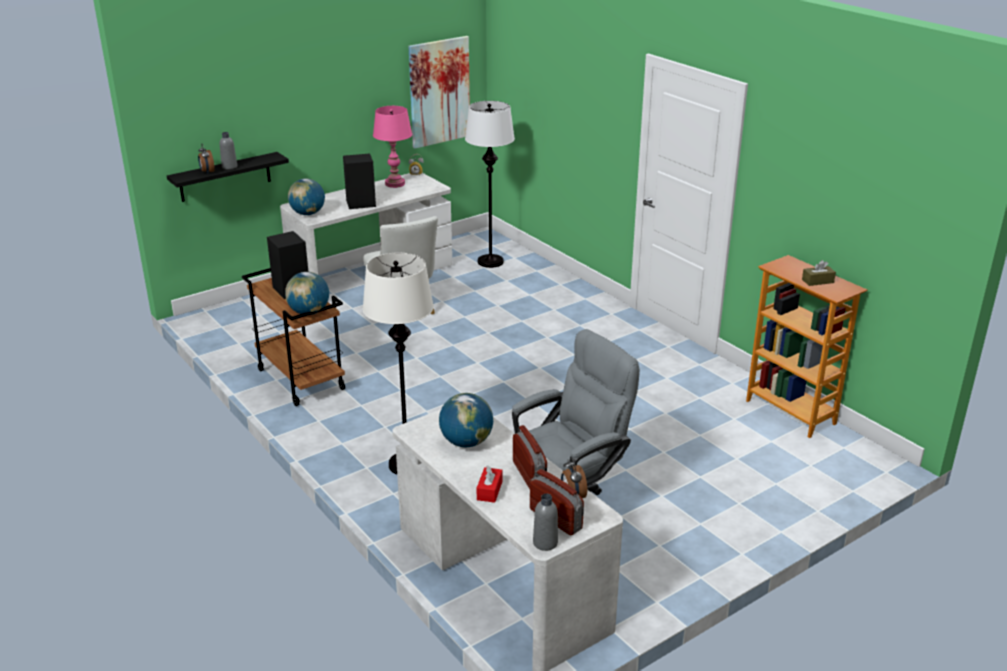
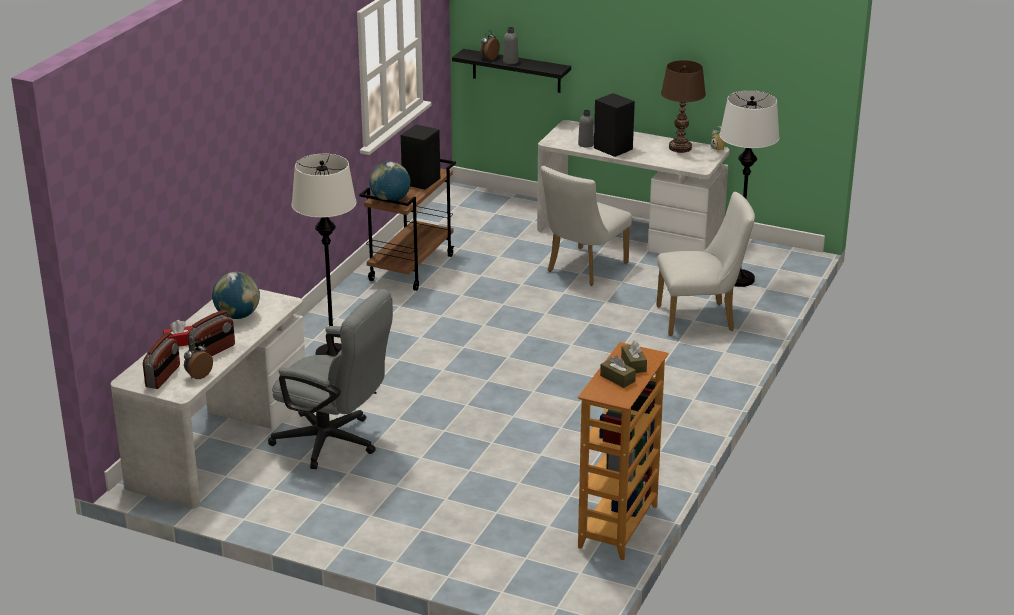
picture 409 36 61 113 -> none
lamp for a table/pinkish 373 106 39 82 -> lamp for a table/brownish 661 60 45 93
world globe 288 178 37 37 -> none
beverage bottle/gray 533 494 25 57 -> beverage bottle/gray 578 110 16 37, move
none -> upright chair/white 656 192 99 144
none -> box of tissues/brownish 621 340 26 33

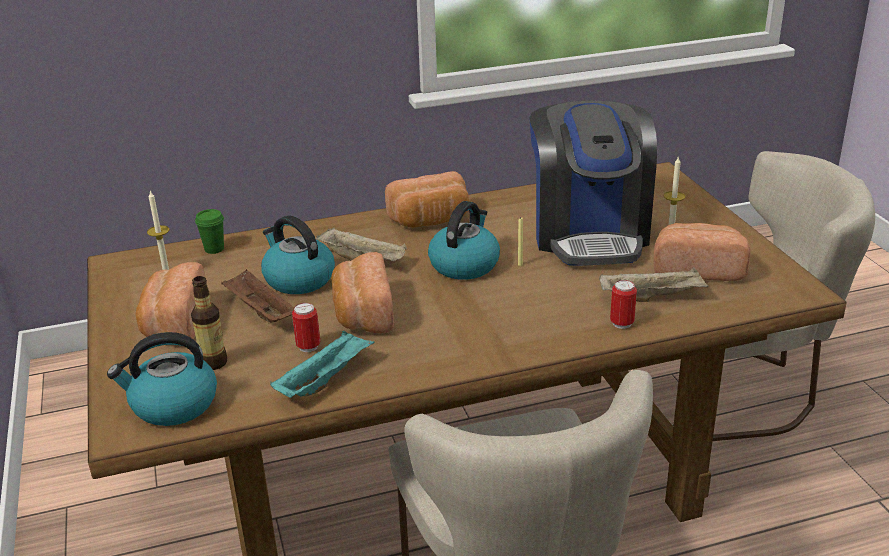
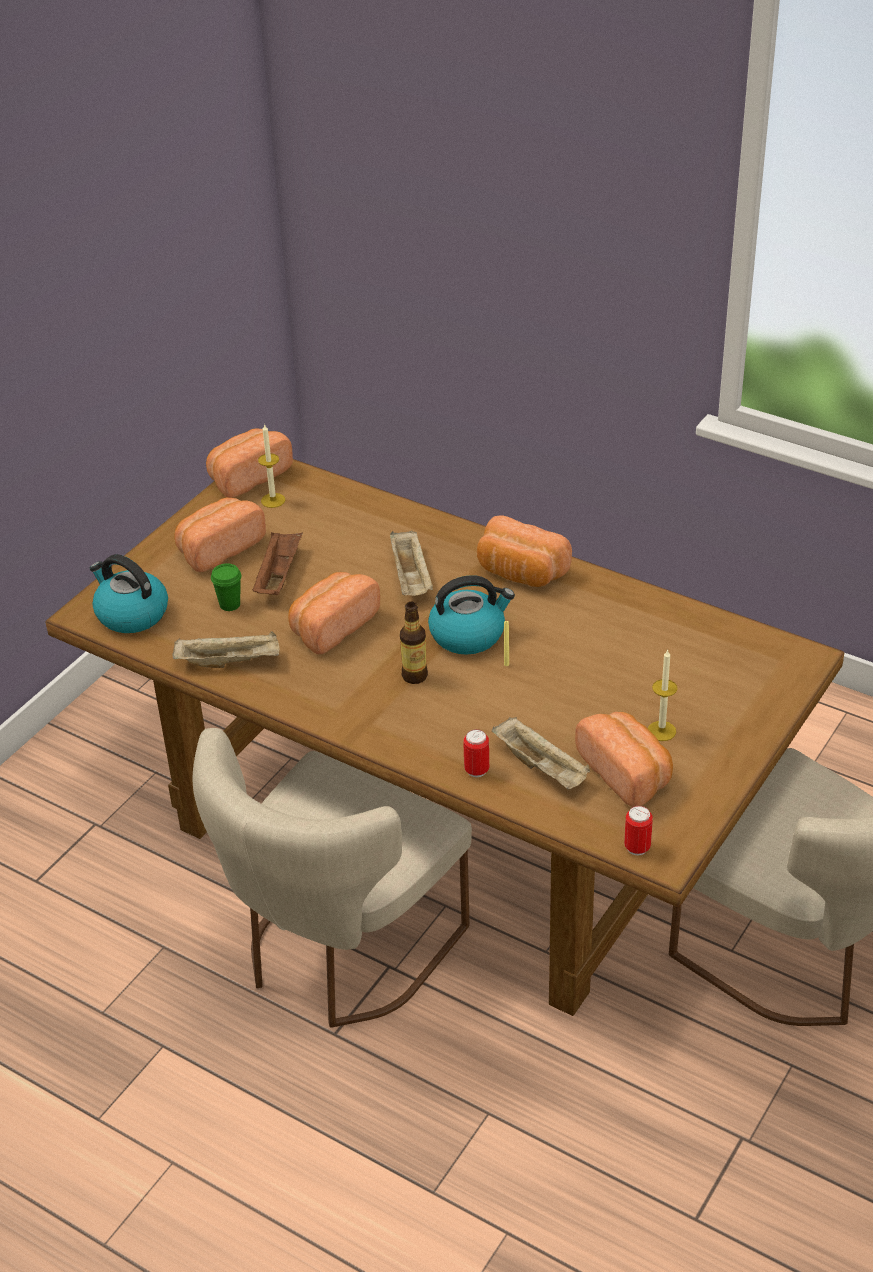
coffee brewer 529 101 128 165 -> none
drinking cup/green 195 209 29 45 -> drinking cup/green 211 563 30 48, move
water kettle 261 215 74 79 -> none
beverage bottle 191 276 36 94 -> beverage bottle 400 602 28 82, move
can 292 303 28 49 -> can 624 806 29 49, move
serving tray/turquoise 270 331 104 67 -> serving tray/sand-coloured 172 631 108 37
none -> bread 206 428 87 70

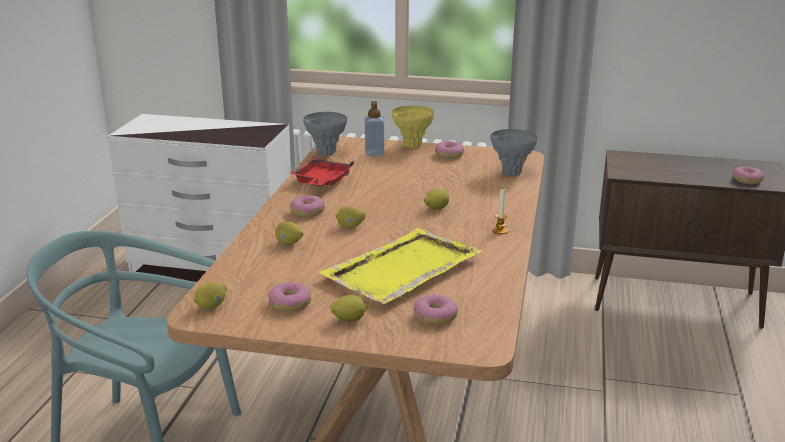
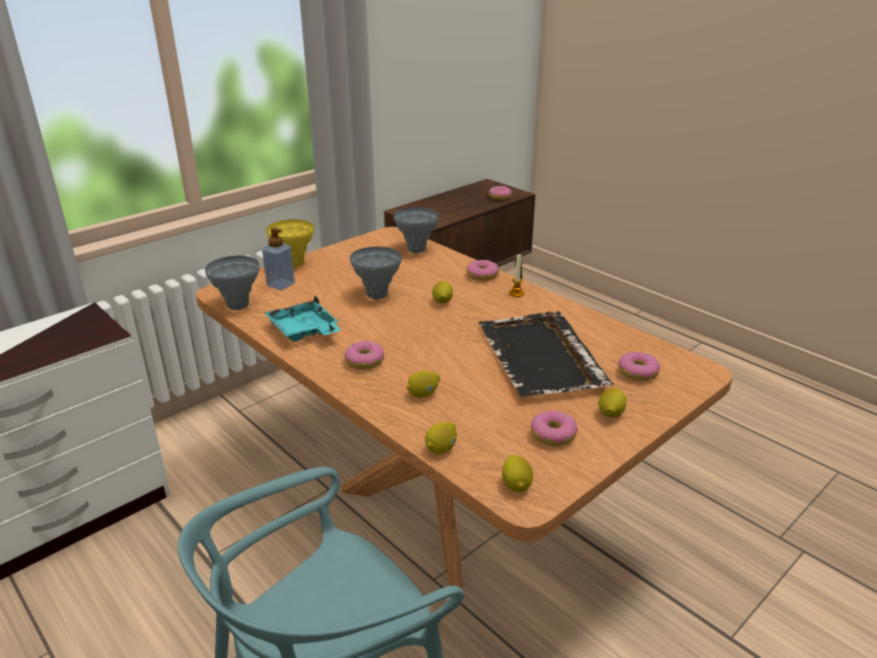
donut 435 141 29 18 -> donut 466 260 33 21, move
serving tray/red 290 158 64 29 -> serving tray/turquoise 265 296 76 46
whole lemon 336 206 30 22 -> whole lemon 425 422 32 32, move
serving tray/yellow-coloured 318 228 164 76 -> serving tray/blackish 479 311 134 86
none -> flower vase/gray 350 246 52 53

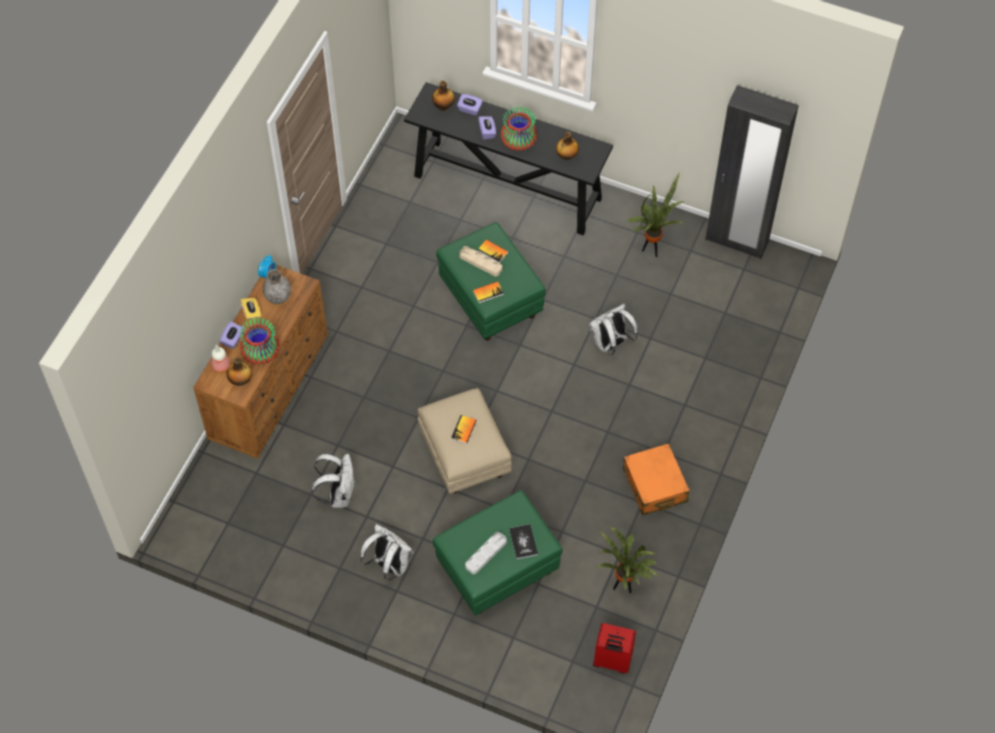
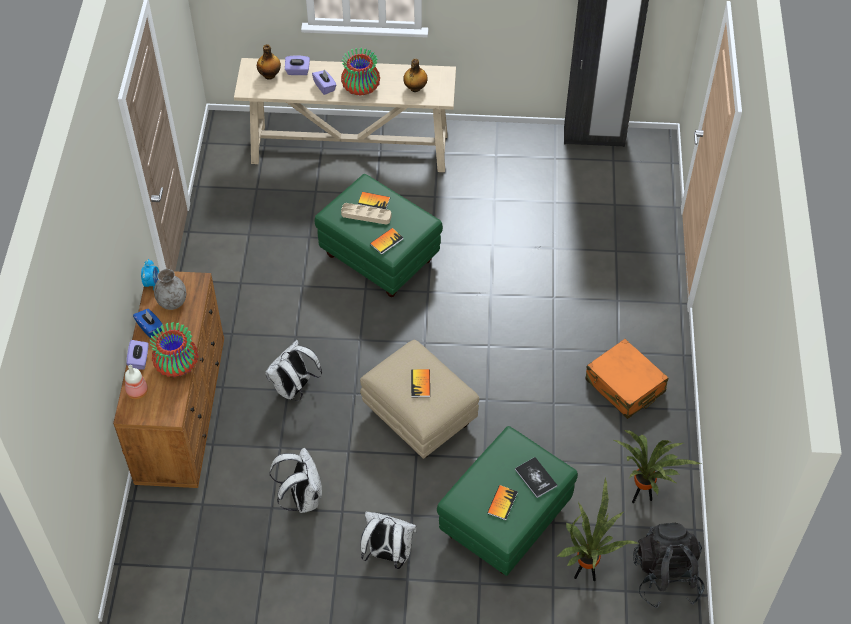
hall table/blackish 404 82 209 154 -> hall table/sand-coloured 234 58 222 114
plant in a pot 627 174 58 83 -> plant in a pot 557 478 82 103, move
box of tissues/yellow-coloured 240 297 21 26 -> box of tissues/blue-coloured 133 309 30 29
rucksack/white 589 304 48 52 -> rucksack/white 265 340 57 61, move
beverage bottle 227 357 25 29 -> none
serving tray/gray 465 532 42 42 -> volume 487 485 31 35
suitcase/red 593 623 43 50 -> rucksack/blackish 633 523 72 85

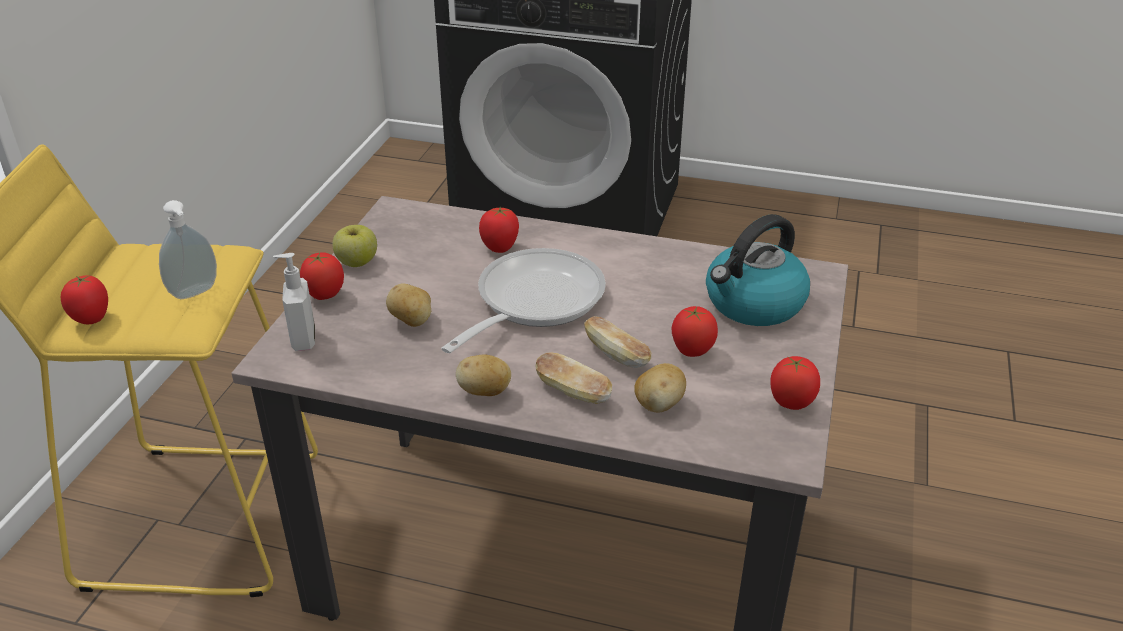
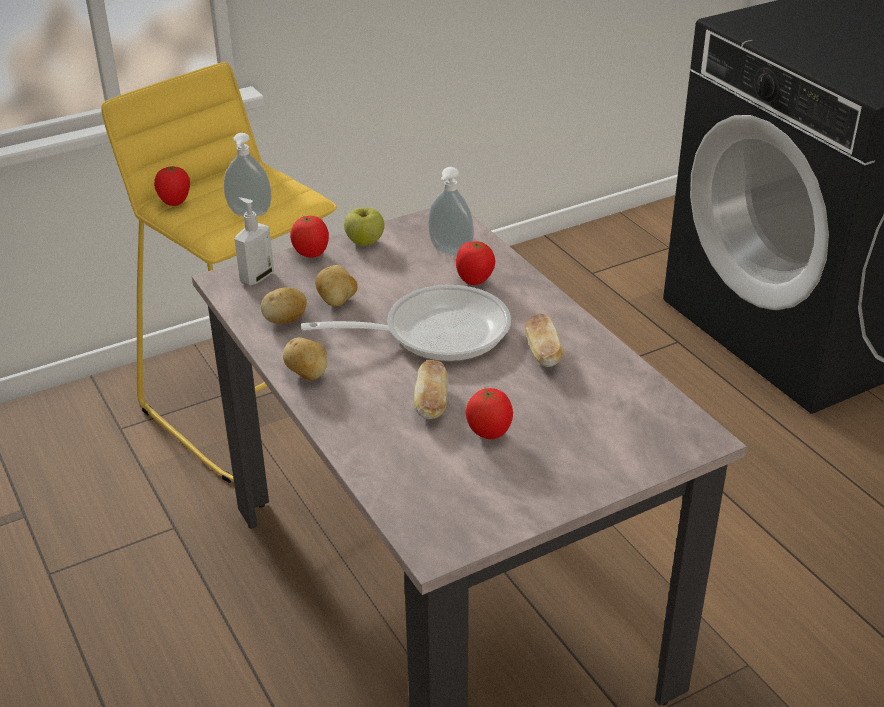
water kettle 706 214 104 112 -> none
bread 536 353 76 51 -> bread 525 314 38 53, move
fresh tomato 771 356 49 54 -> none
potato 634 363 52 50 -> potato 261 287 46 37, move
none -> soap dispenser 428 167 46 89

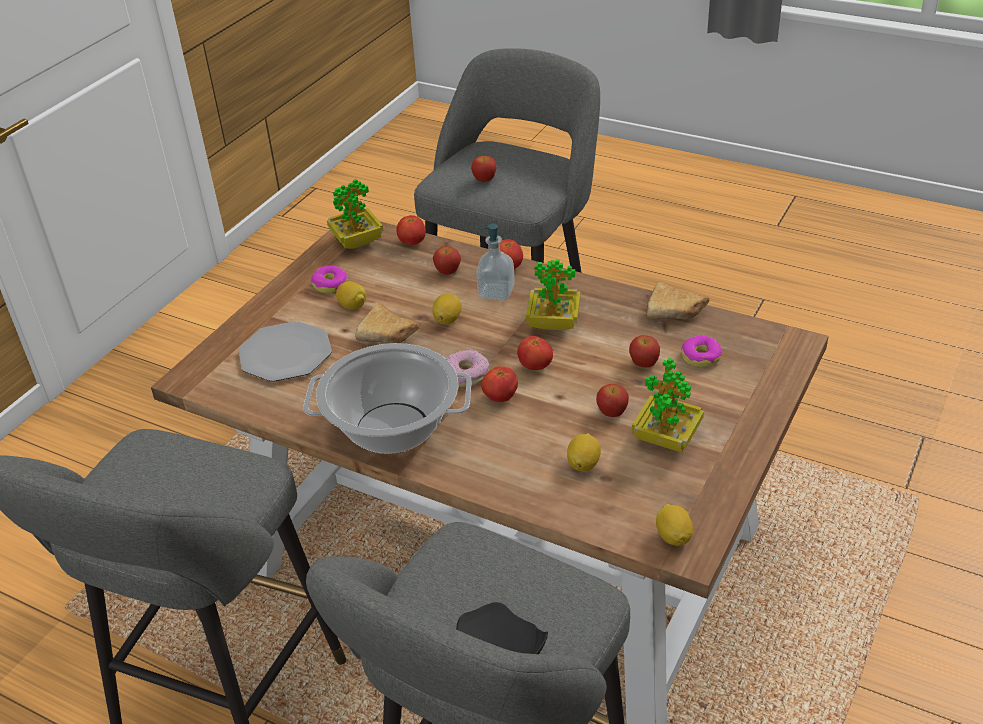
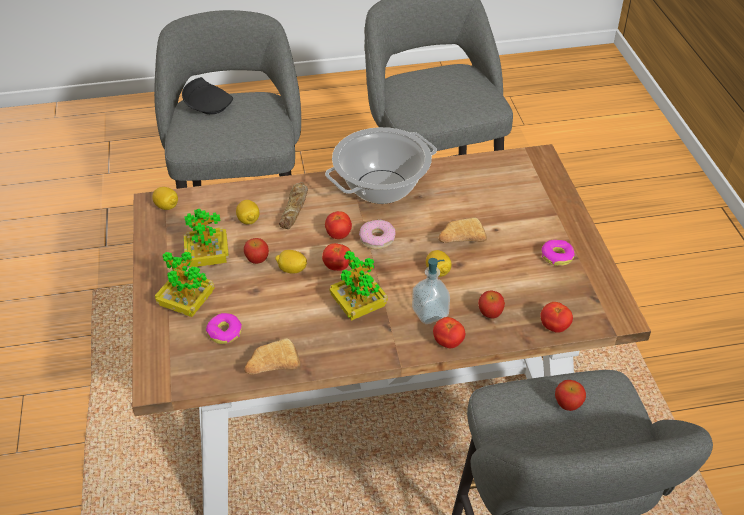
plant in a pot 327 179 56 70 -> plant in a pot 155 252 59 65, move
whole lemon 336 281 30 29 -> whole lemon 275 250 32 23, move
flat dish 239 321 93 61 -> none
apple fruit 629 335 31 33 -> none
none -> bread 279 182 29 47

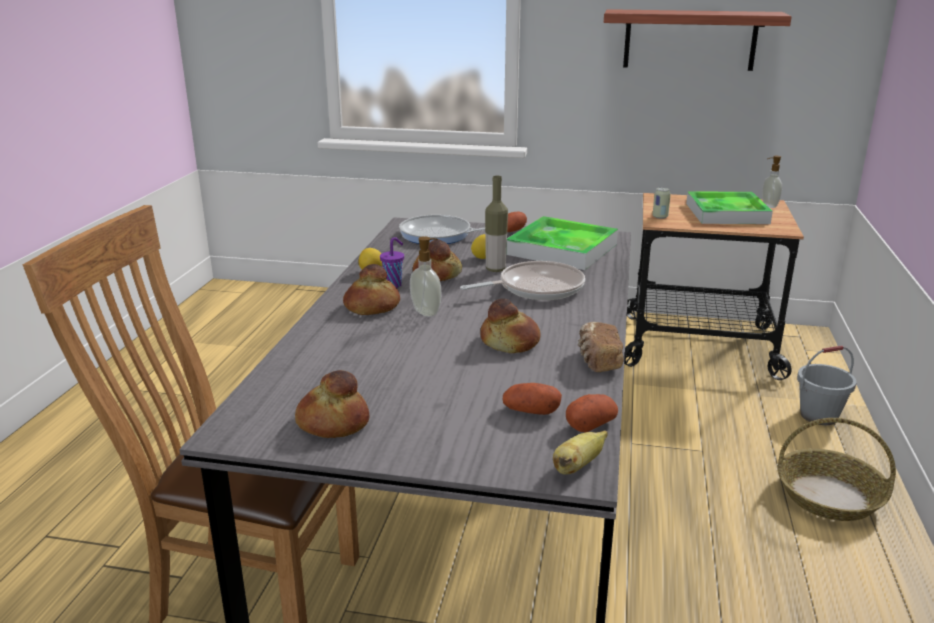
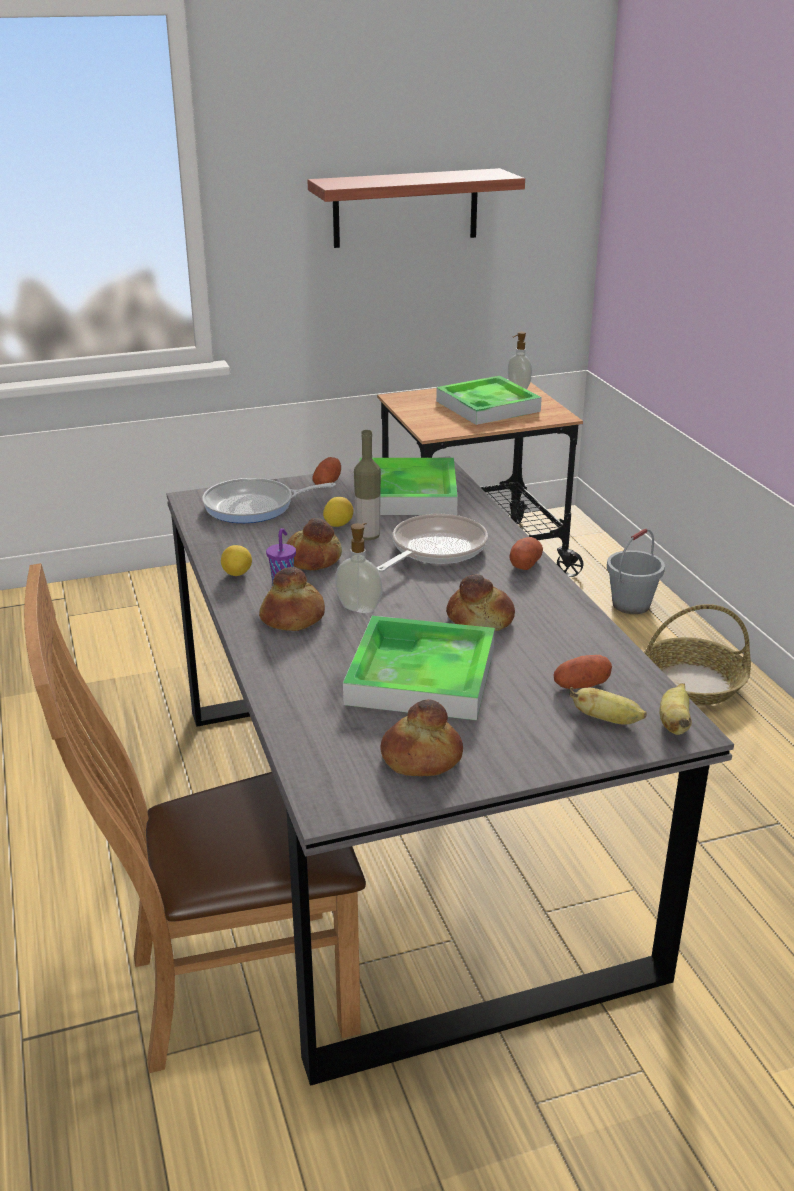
can 653 188 18 31 -> none
bread 578 322 46 50 -> none
potato 566 394 52 38 -> potato 510 537 33 33, move
none -> serving tray 343 616 152 104
none -> banana fruit 569 687 78 38

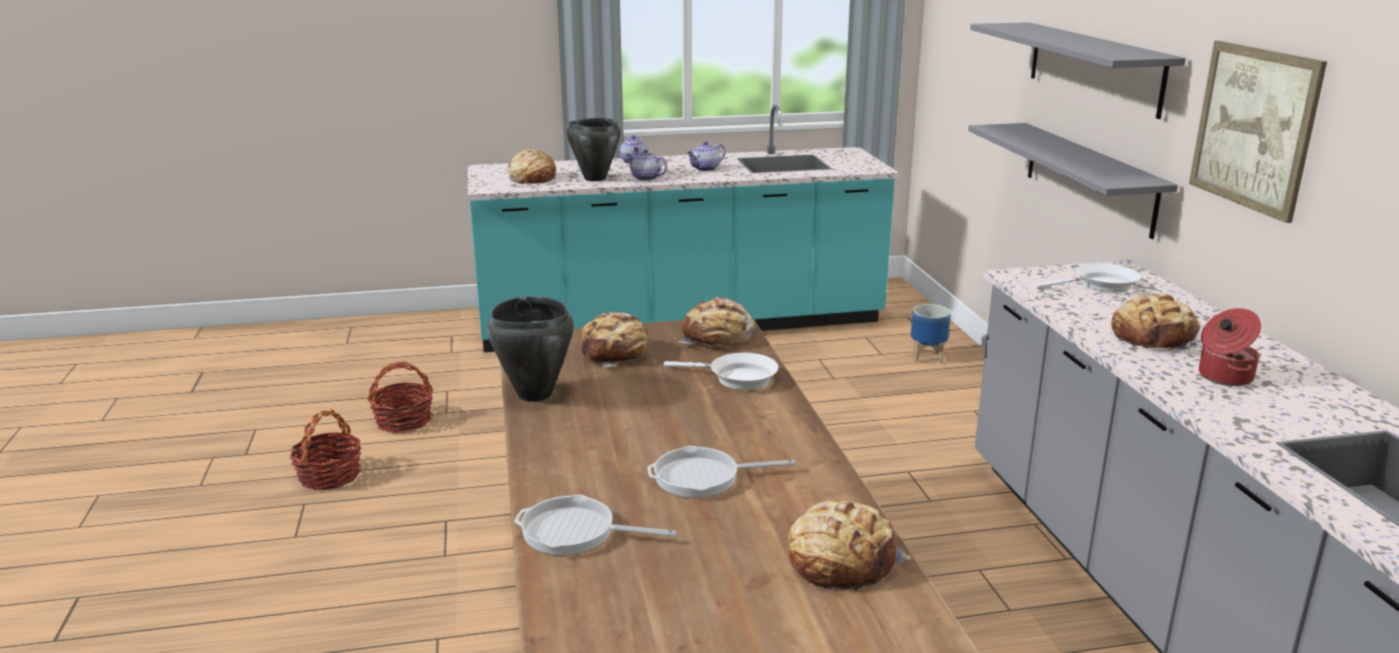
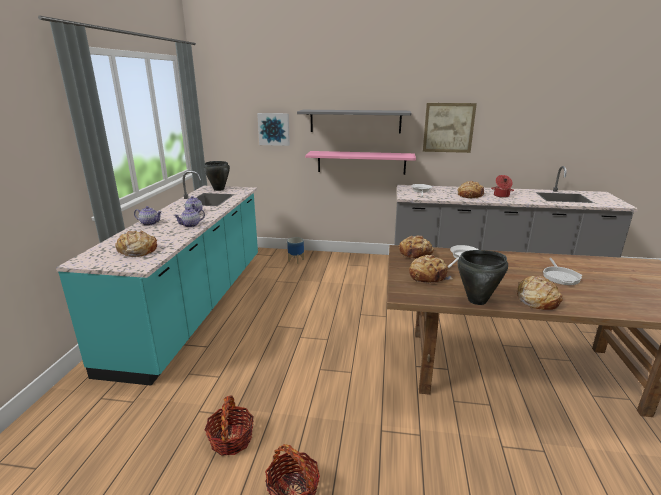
stockpot/blackish 567 118 54 63 -> stockpot/blackish 204 161 26 30, move
shelf/gray 968 123 210 116 -> shelf/pinkish 305 151 111 24
pan 514 494 162 61 -> none
bread 788 500 123 91 -> bread 517 276 46 34, move
none -> picture 257 113 33 33

